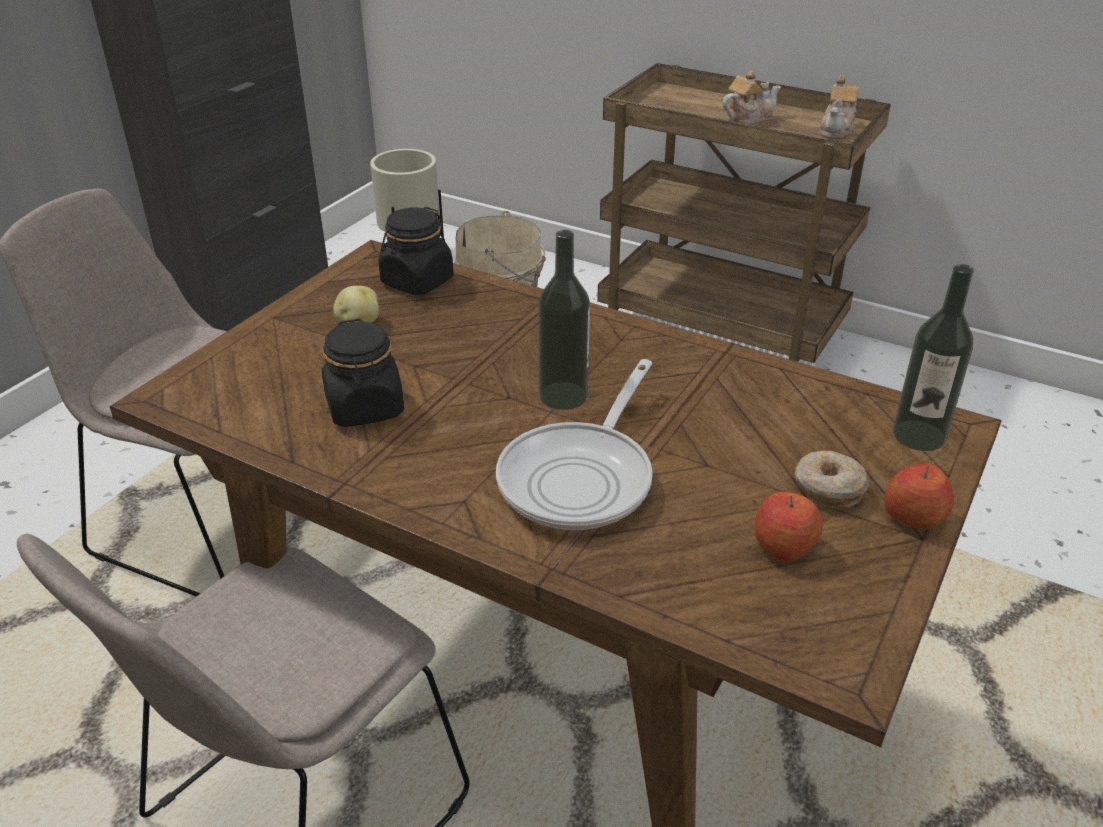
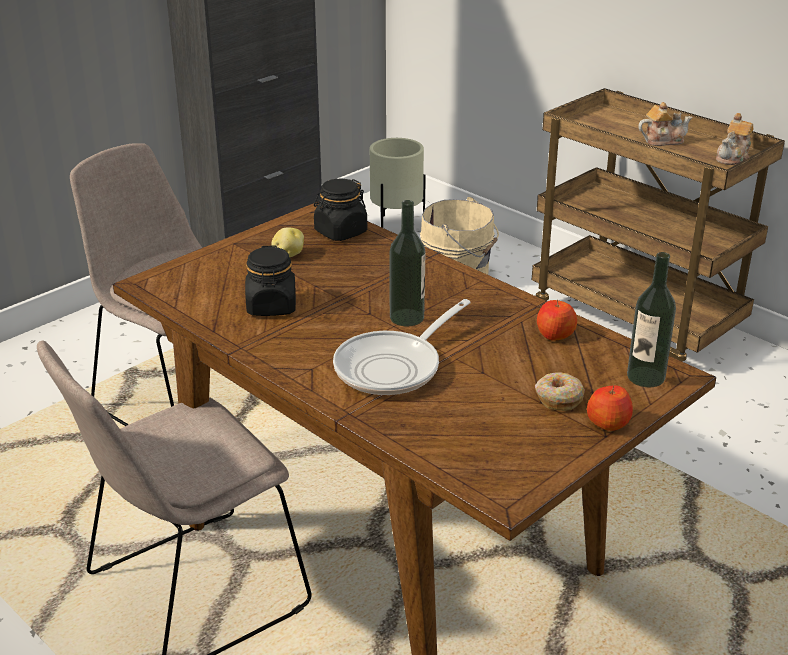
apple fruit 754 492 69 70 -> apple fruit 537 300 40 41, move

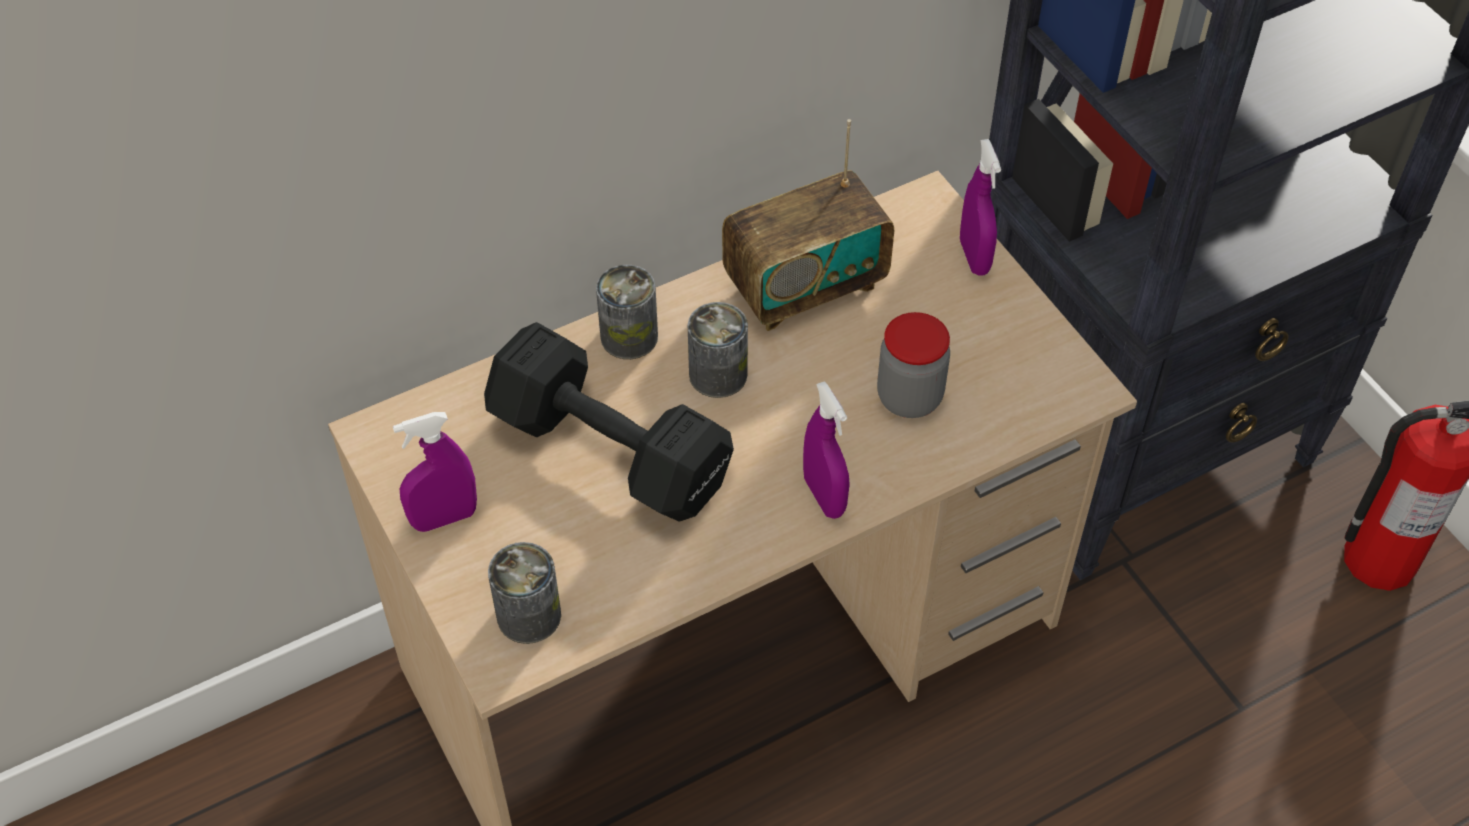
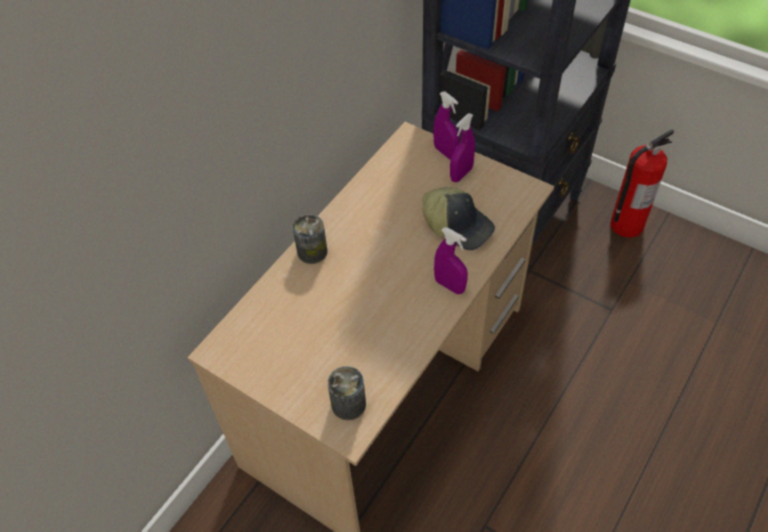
radio receiver 722 119 172 212 -> none
can 688 302 60 96 -> none
jar 877 312 73 106 -> peaked cap 422 187 73 63
dumbbell/blackish 484 322 250 200 -> none
hand sprayer/purplish 393 412 84 120 -> hand sprayer/purplish 450 113 25 69, move

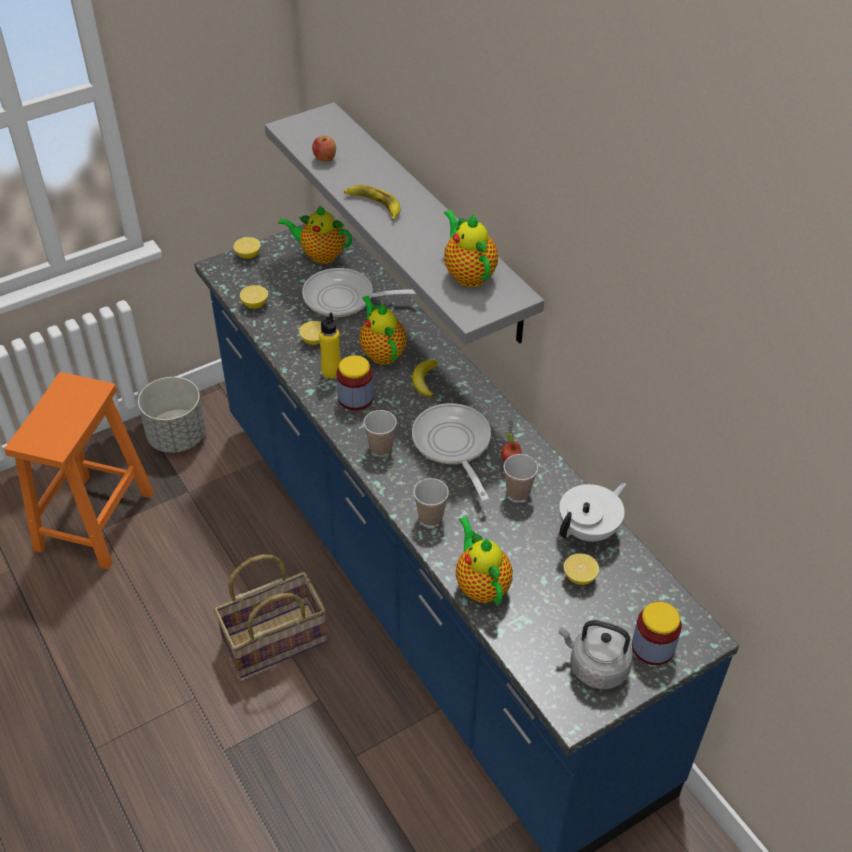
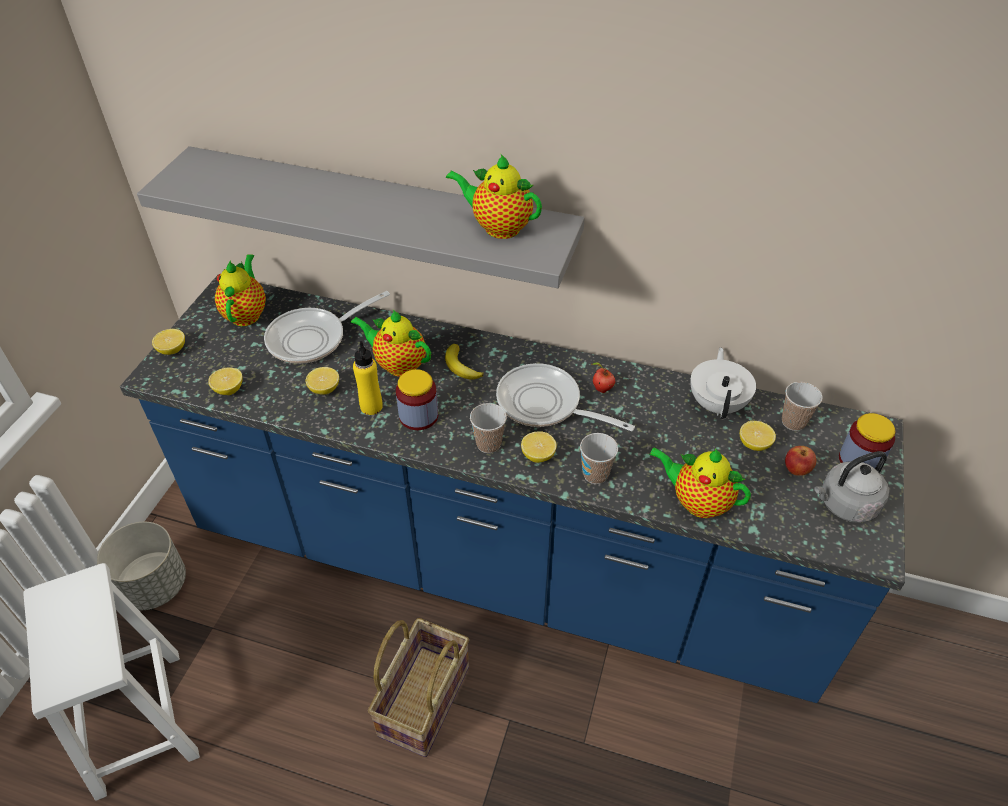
apple fruit 312 136 24 26 -> apple fruit 785 446 31 30, move
banana fruit 344 185 57 36 -> none
pot for tea 278 205 74 59 -> pot for tea 215 254 51 72, 120 degrees clockwise
sitting stool/orangey 5 372 149 198 -> sitting stool/white 23 563 177 238
drinking cup 504 454 34 47 -> drinking cup 782 382 41 49, move
none -> whole lemon 521 431 36 32

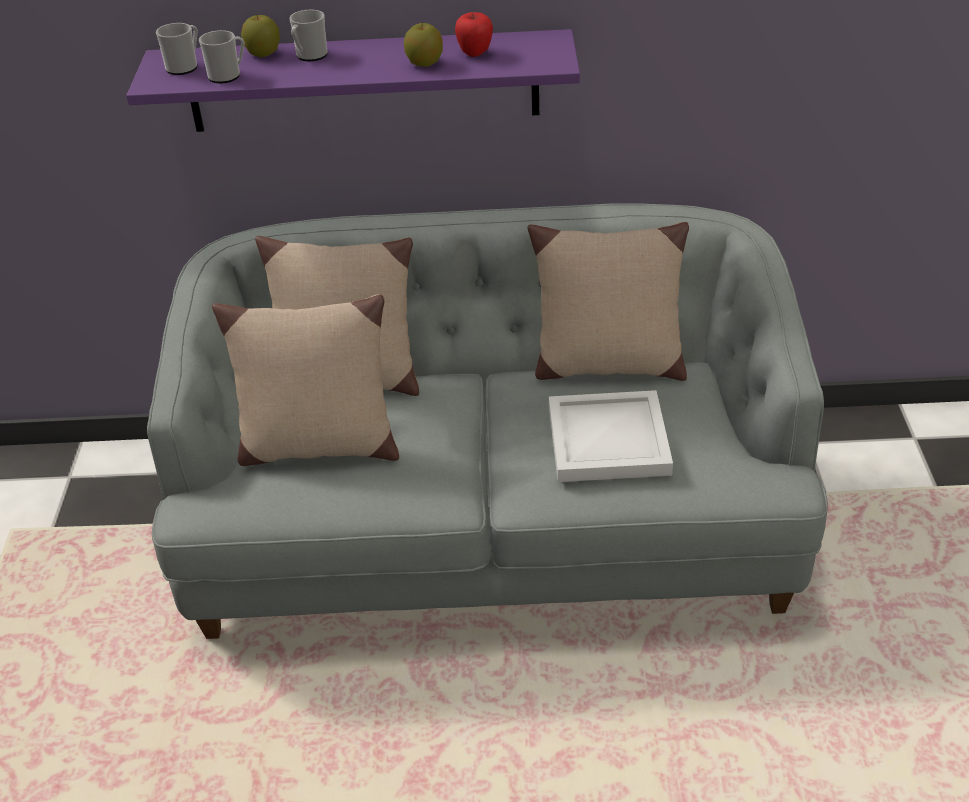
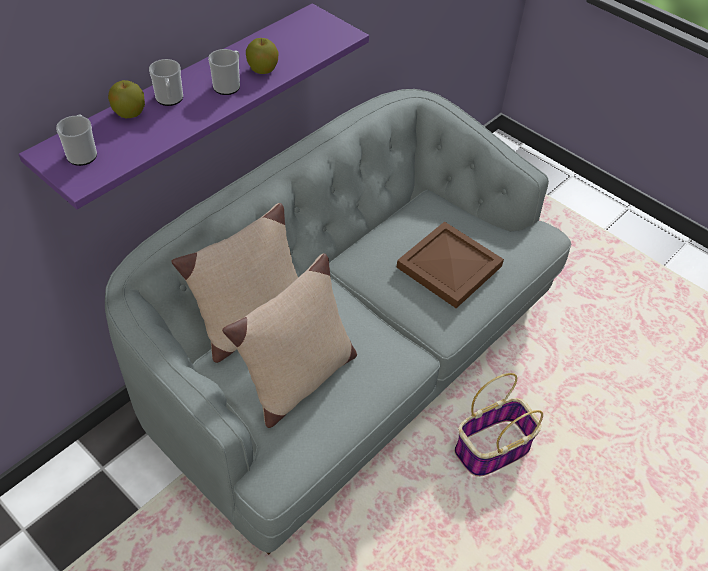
apple fruit 455 12 38 45 -> none
mug 199 30 45 54 -> mug 208 49 32 46, move
throw pillow/sand-coloured 527 222 162 159 -> none
serving tray/white 549 390 124 92 -> serving tray/brownish 397 221 107 87
none -> basket 454 373 89 104

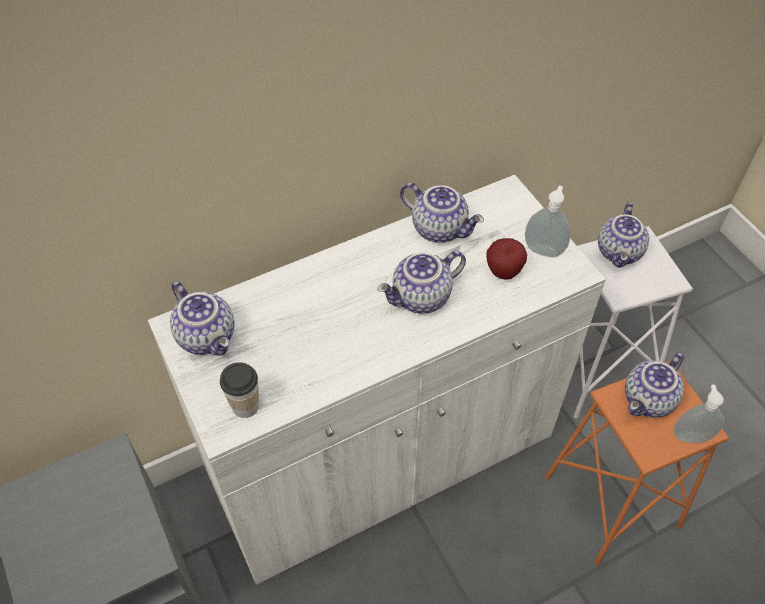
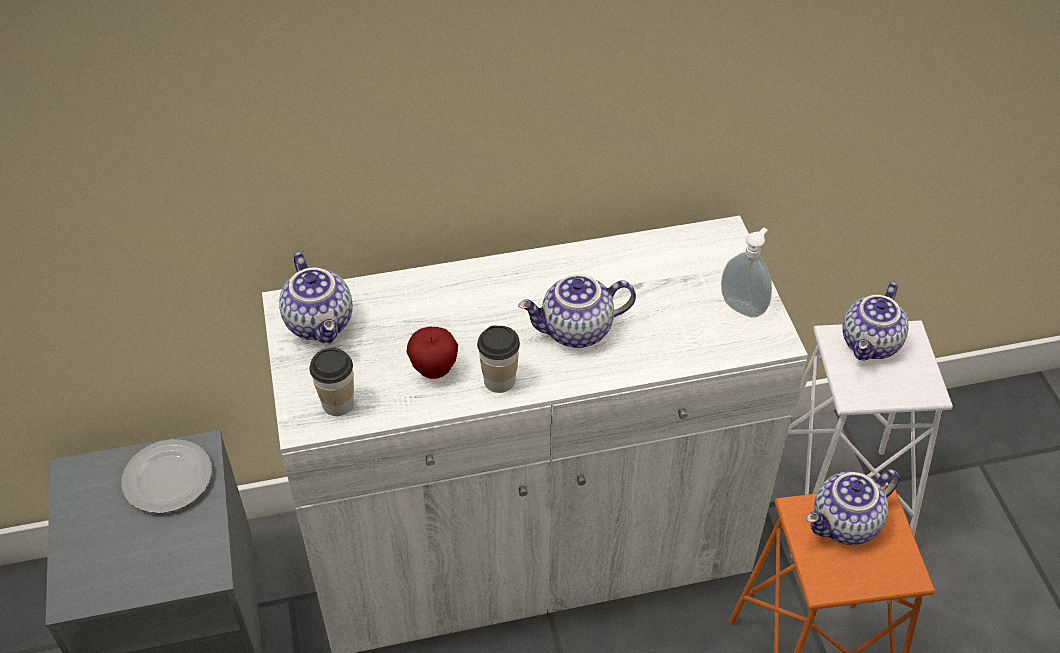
pot for tea 400 182 84 61 -> none
apple fruit 486 238 41 42 -> apple fruit 406 327 52 52, move
soap dispenser 674 385 50 58 -> none
none -> drinking cup 477 325 43 68
none -> flat dish 122 439 90 74

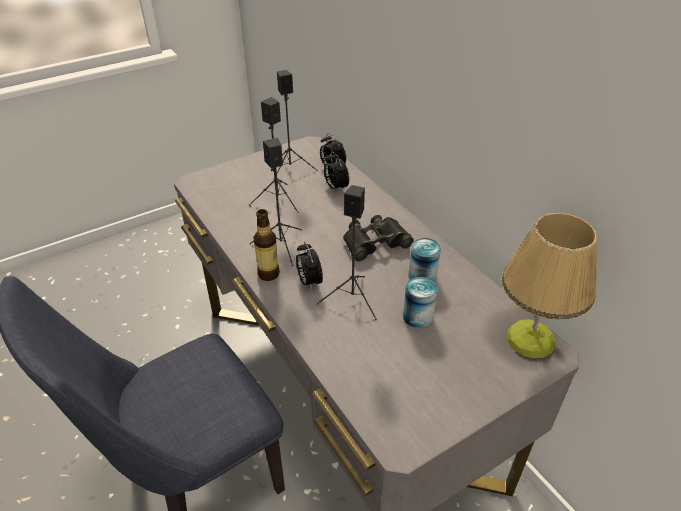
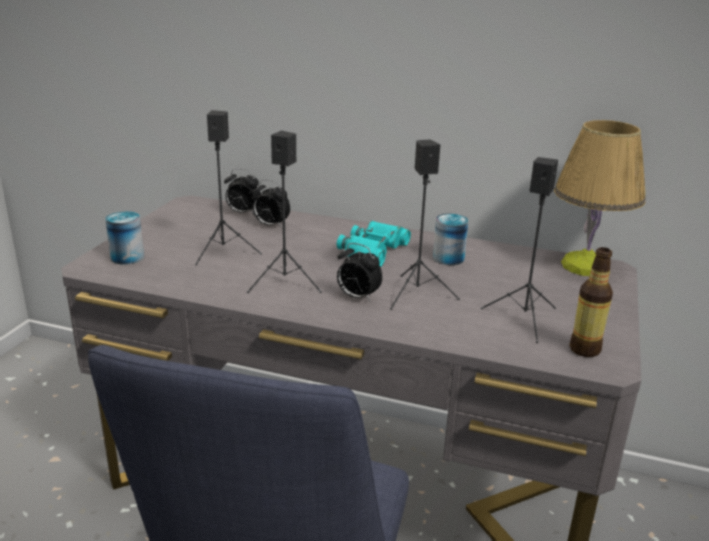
loudspeaker/blackish 272 70 46 112 -> loudspeaker/blackish 481 157 77 186, move
beverage bottle 254 209 26 72 -> beverage bottle 569 247 44 110, move
binoculars/blackish 343 215 71 47 -> binoculars/turquoise 337 221 74 46
can 403 277 35 51 -> can 105 211 39 54, move

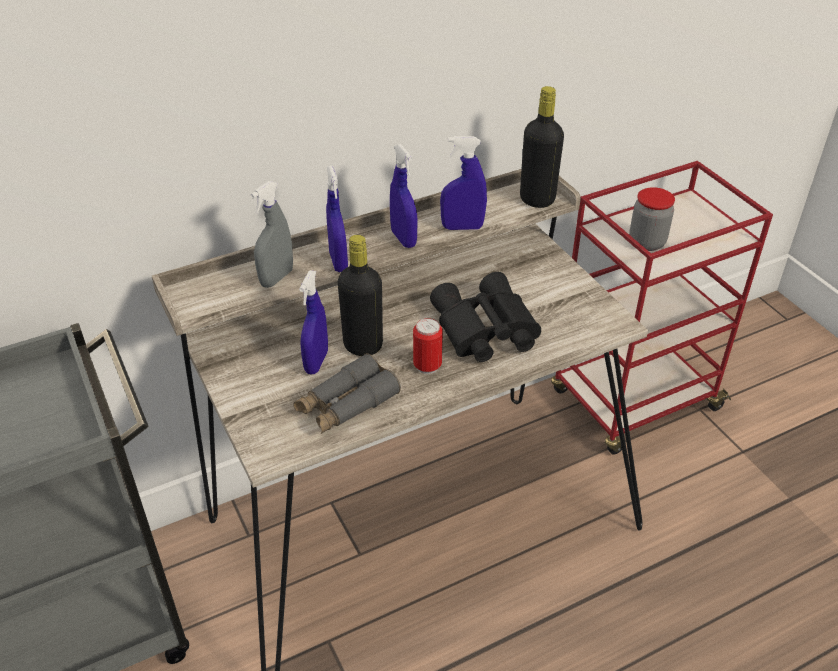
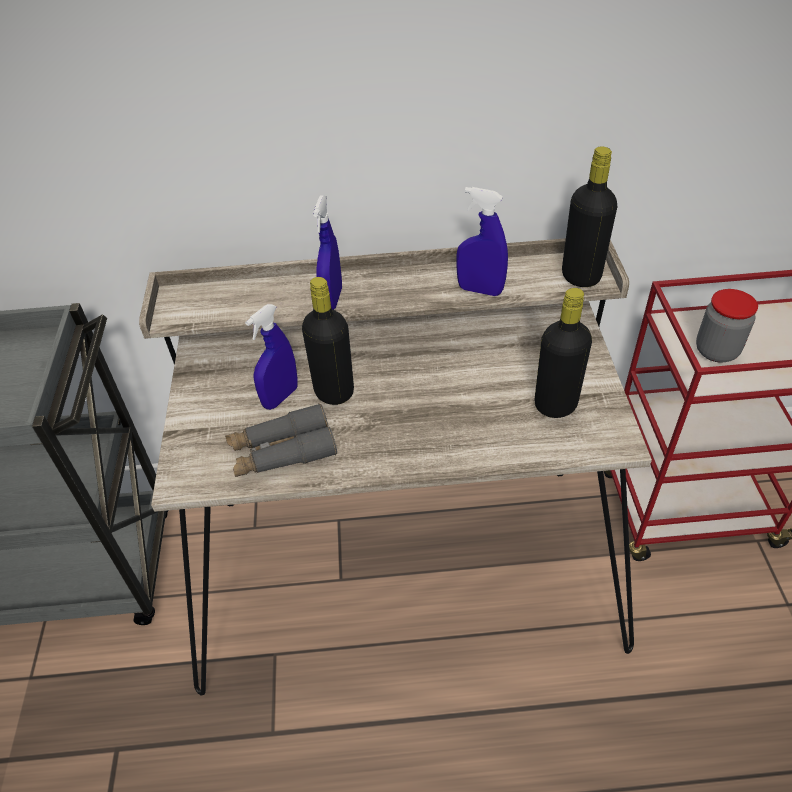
hand sprayer/blue-coloured 390 144 27 104 -> none
hand sprayer/gray 250 181 43 107 -> none
binoculars/blackish 430 272 111 90 -> none
can 413 318 30 56 -> none
none -> beverage bottle/blackish 535 288 57 130

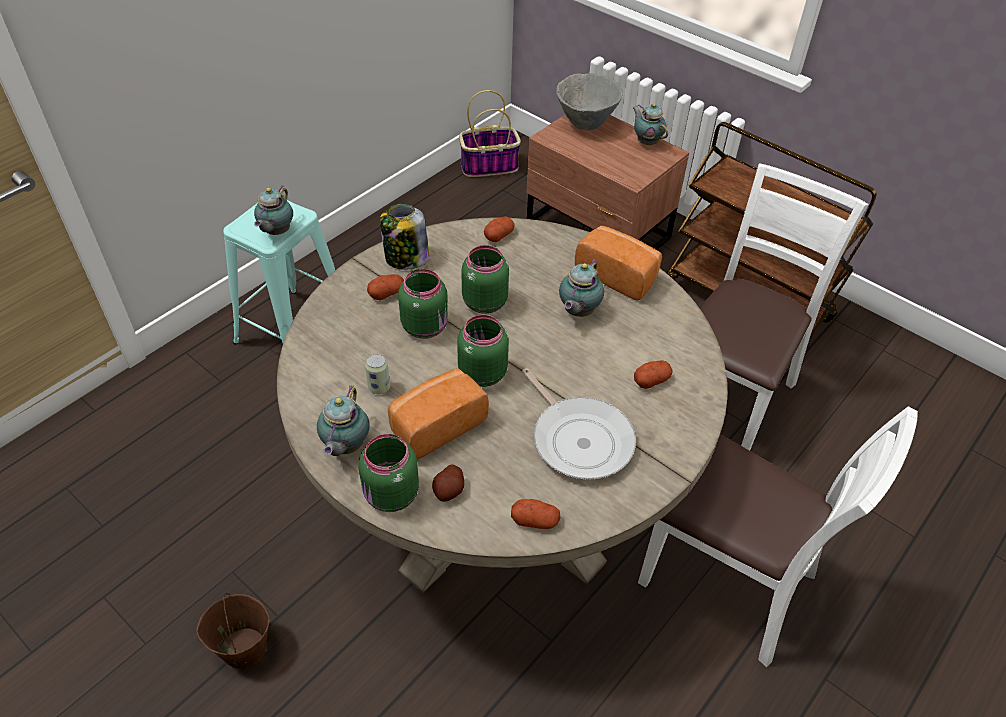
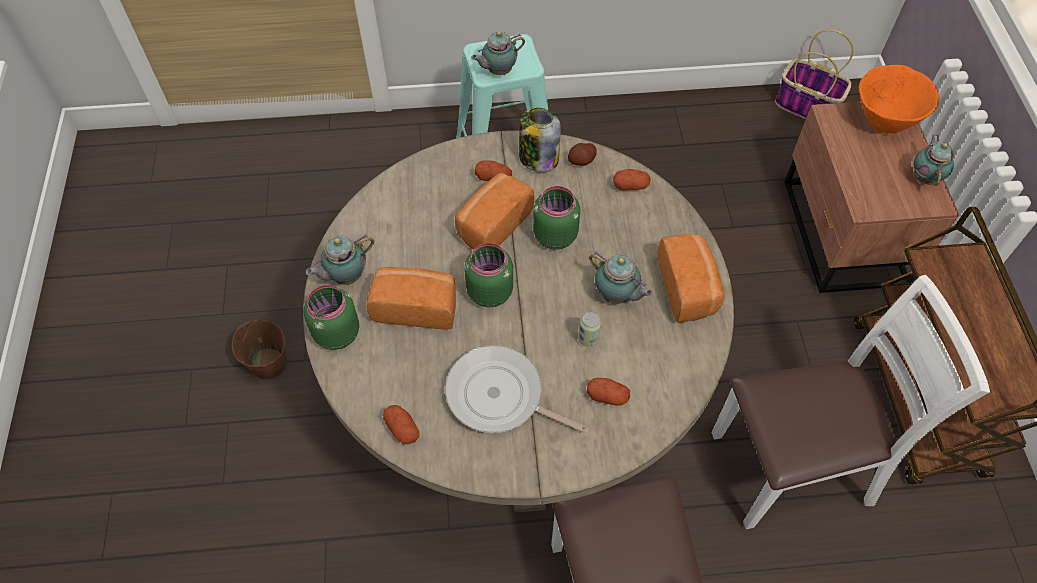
bowl/gray 556 73 67 57 -> bowl/orangey 858 65 81 68
pot for tea 559 259 45 58 -> pot for tea 589 251 64 53, 120 degrees counterclockwise
jar/green 398 269 50 70 -> bread 455 173 79 77
can 365 354 25 40 -> can 578 312 23 35, move
pan 522 368 114 112 -> pan 445 345 144 88, 105 degrees clockwise
potato 432 465 32 37 -> potato 568 143 29 23, move

